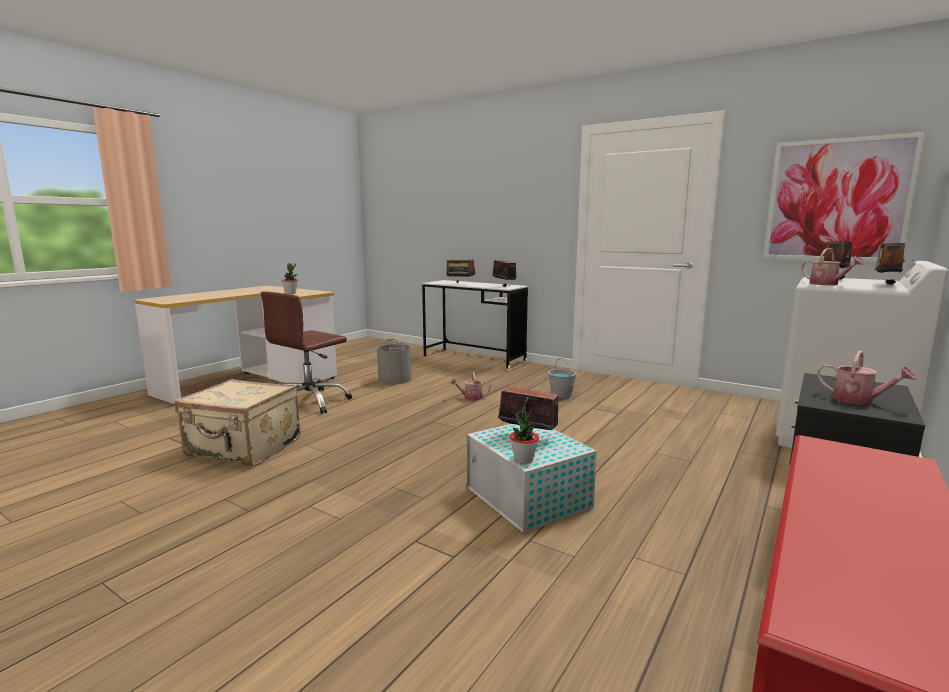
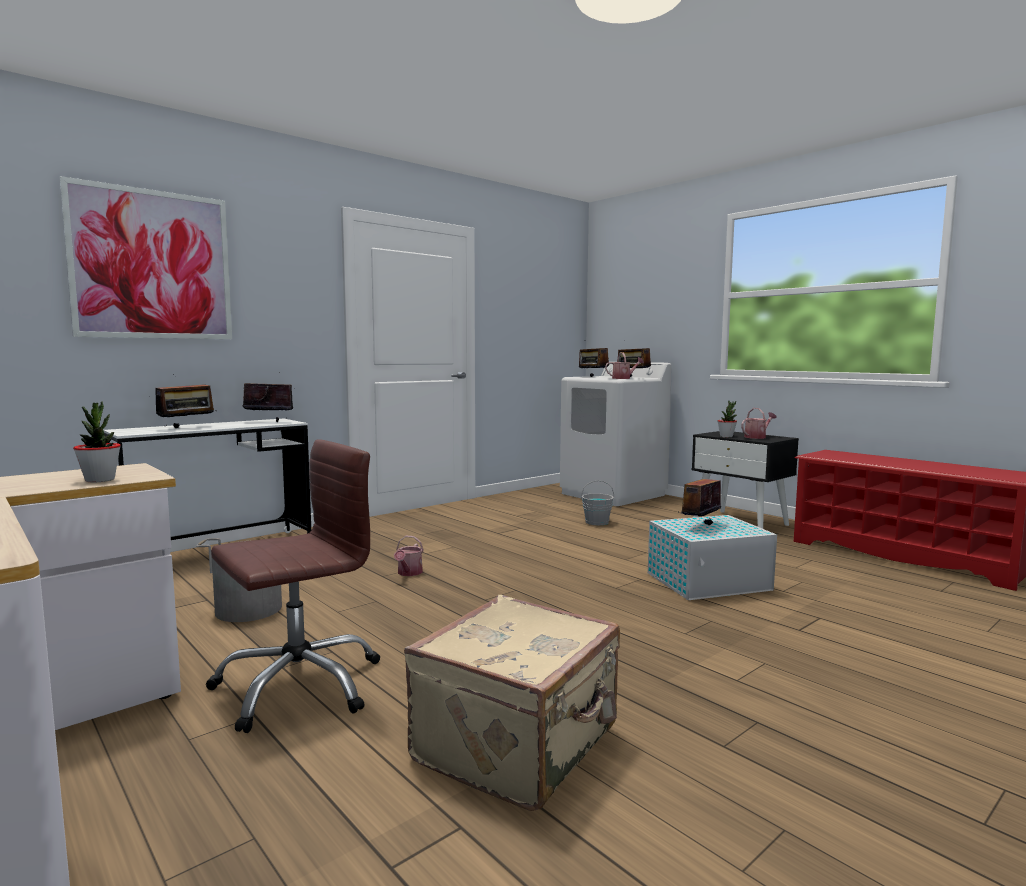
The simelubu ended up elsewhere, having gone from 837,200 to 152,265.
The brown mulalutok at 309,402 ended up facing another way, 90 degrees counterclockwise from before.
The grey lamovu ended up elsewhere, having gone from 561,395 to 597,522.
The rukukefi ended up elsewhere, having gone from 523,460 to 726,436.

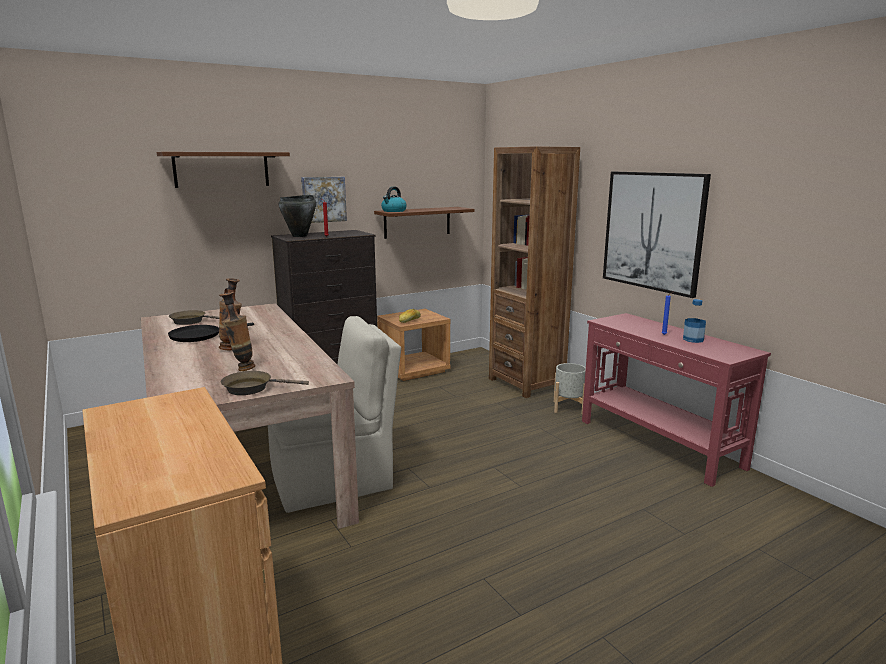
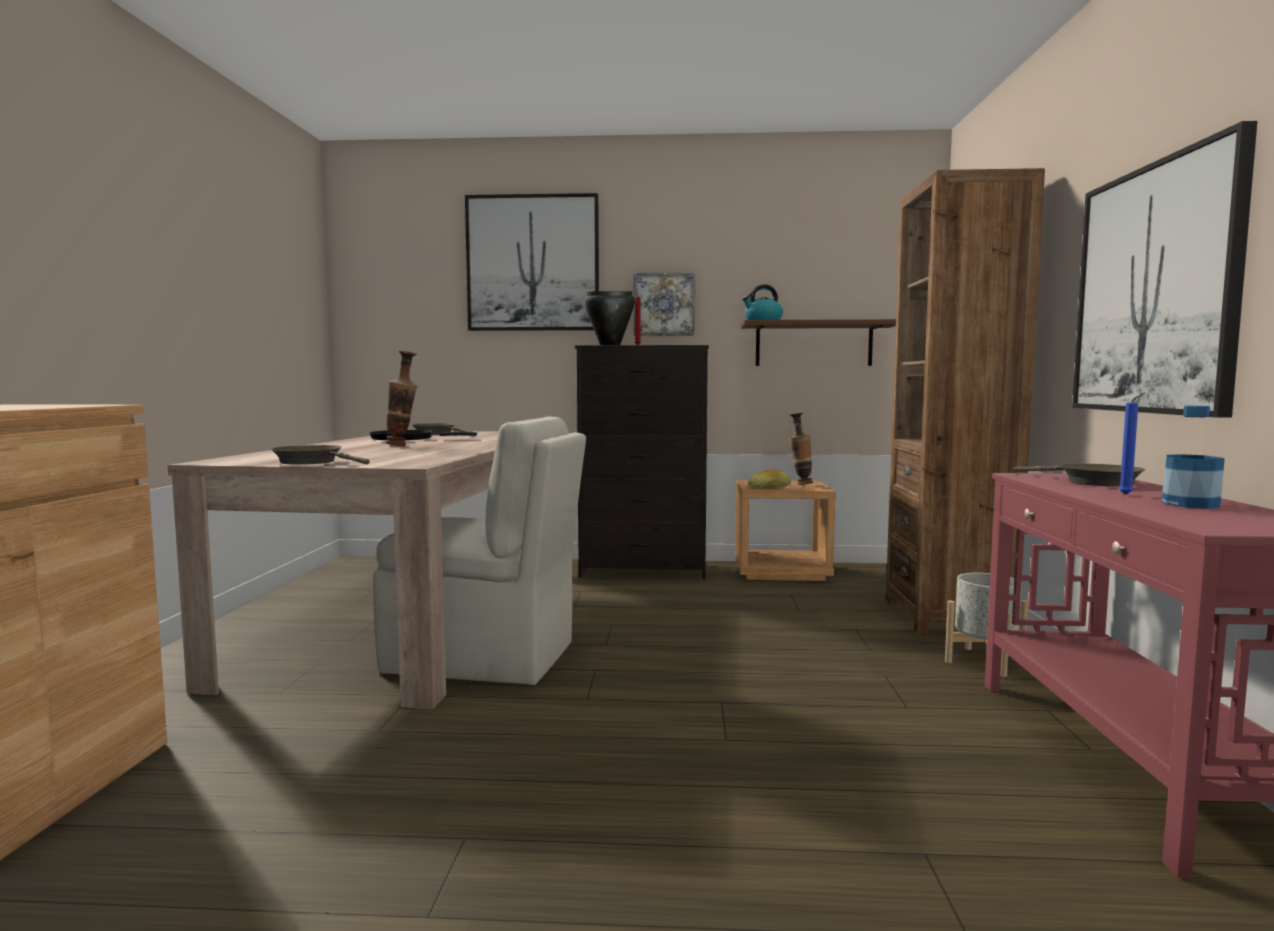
Where the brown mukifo hung at 221,169, the simelubu came to hang at 533,263.
The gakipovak ended up elsewhere, having gone from 241,369 to 800,484.
The second view gained the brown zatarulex at 1092,482.

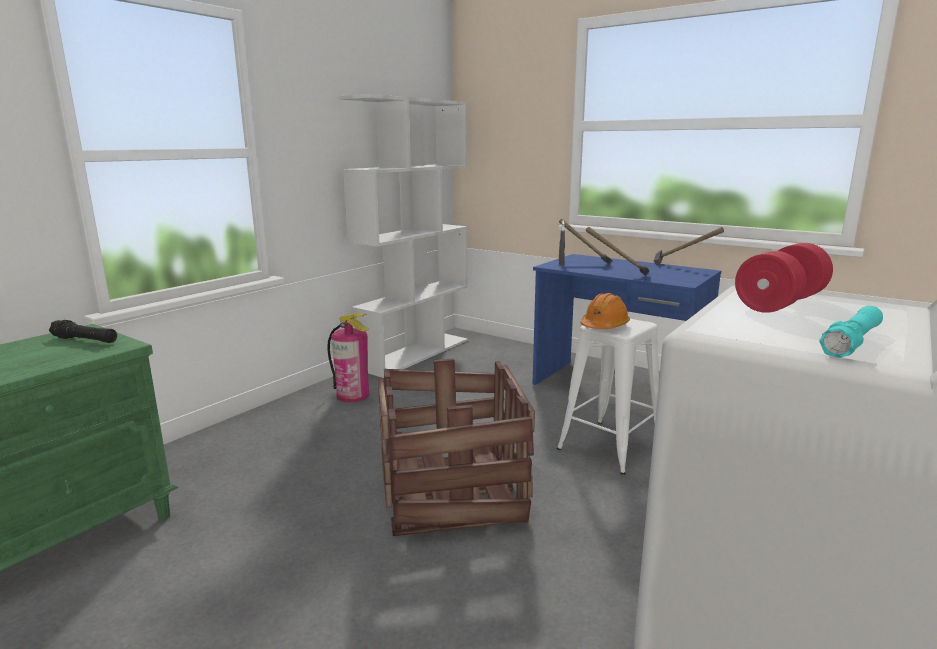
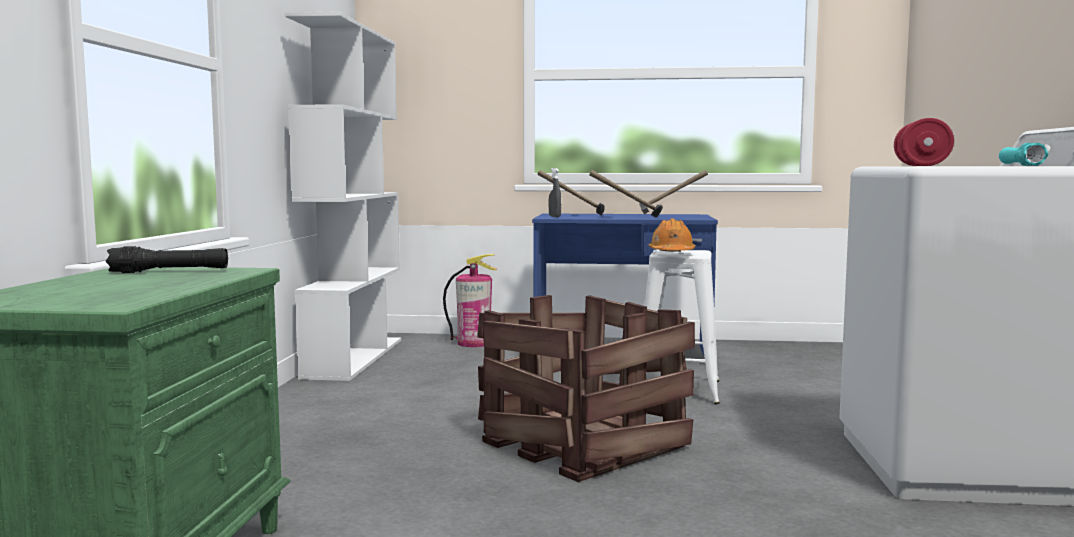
The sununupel ended up elsewhere, having gone from 353,395 to 474,343.

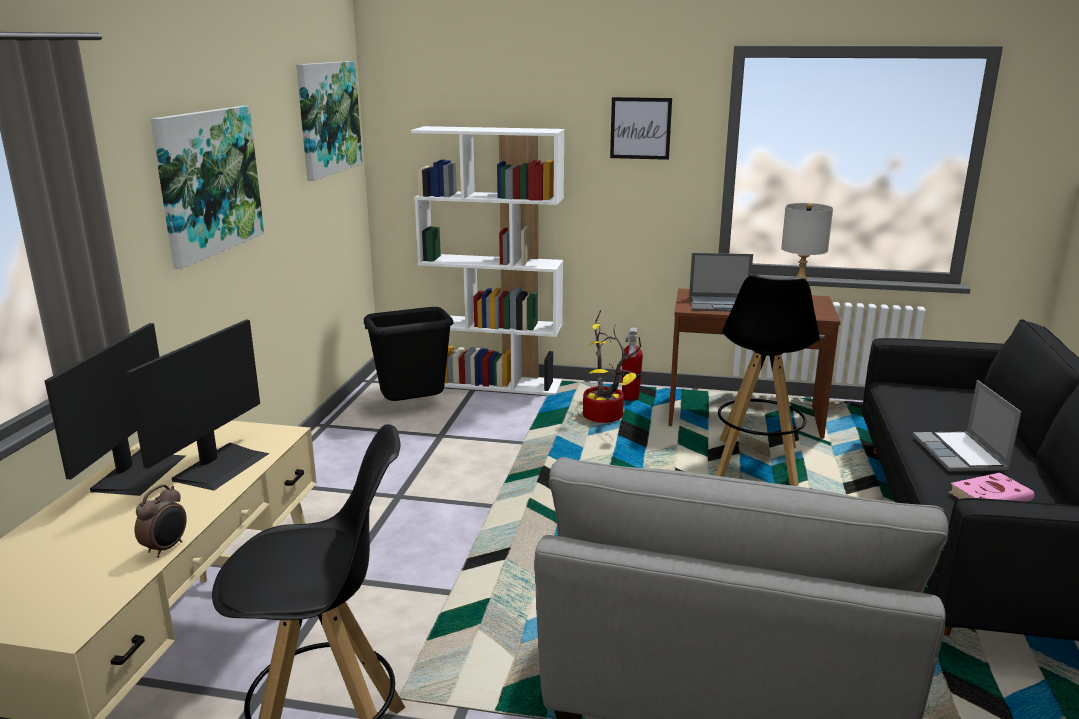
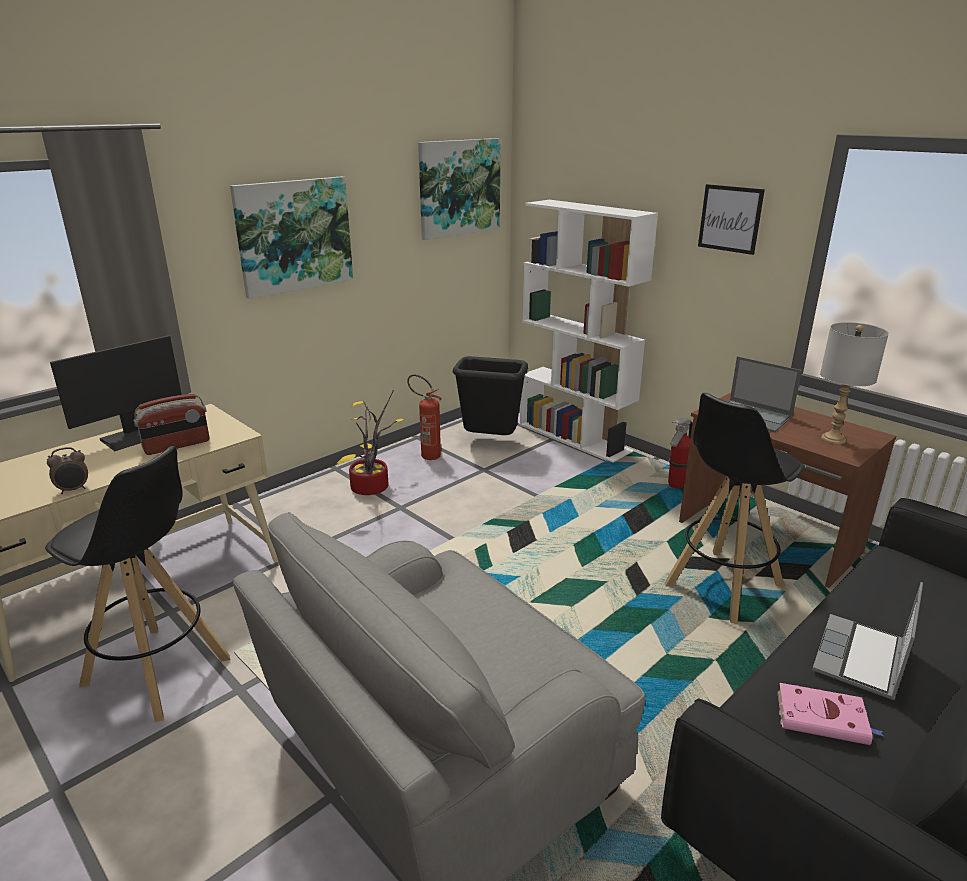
The rukukefi ended up elsewhere, having gone from 606,417 to 371,489.
Where the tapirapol stood at 220,466, the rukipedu came to stand at 177,446.
The second view gained the sununupel at 426,455.

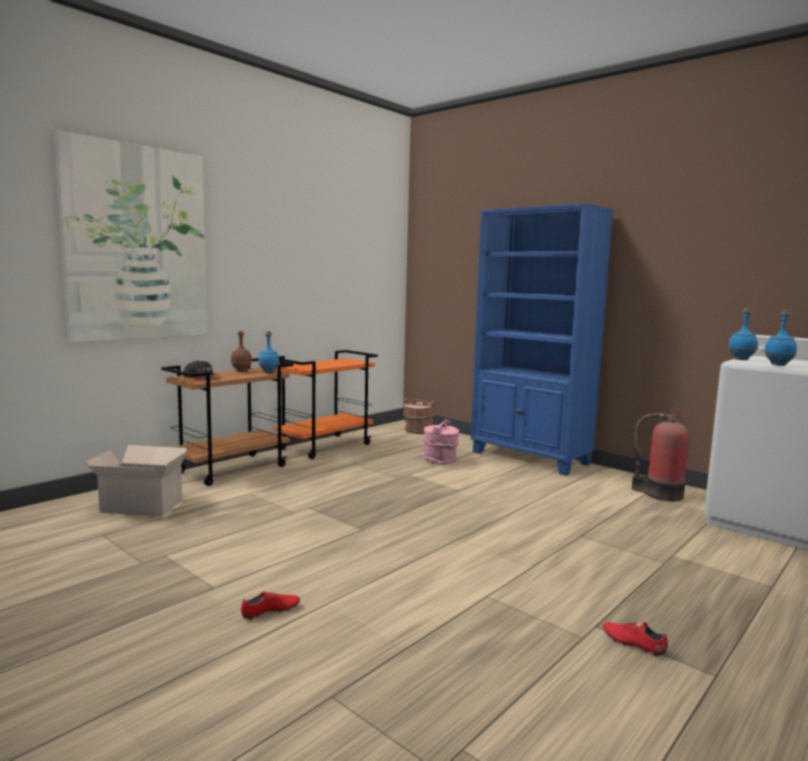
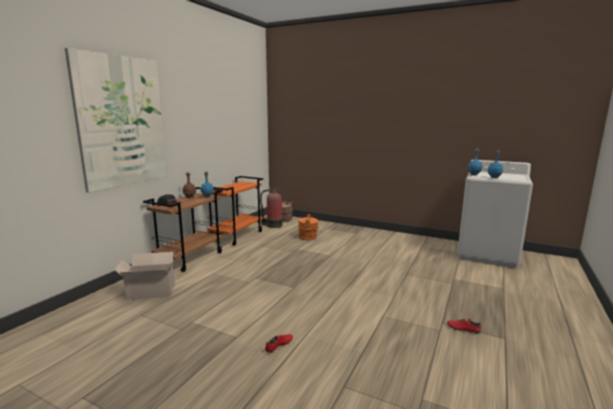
The second view lost the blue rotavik at 530,458.
The sununupel ended up elsewhere, having gone from 660,494 to 273,225.
What was the pink lamovu at 440,460 turned into the orange lamovu at 308,237.

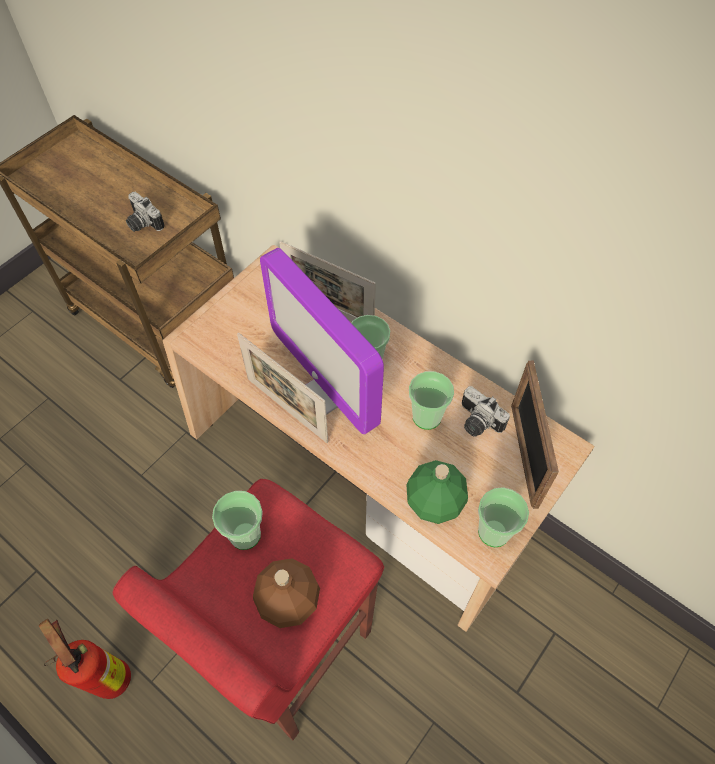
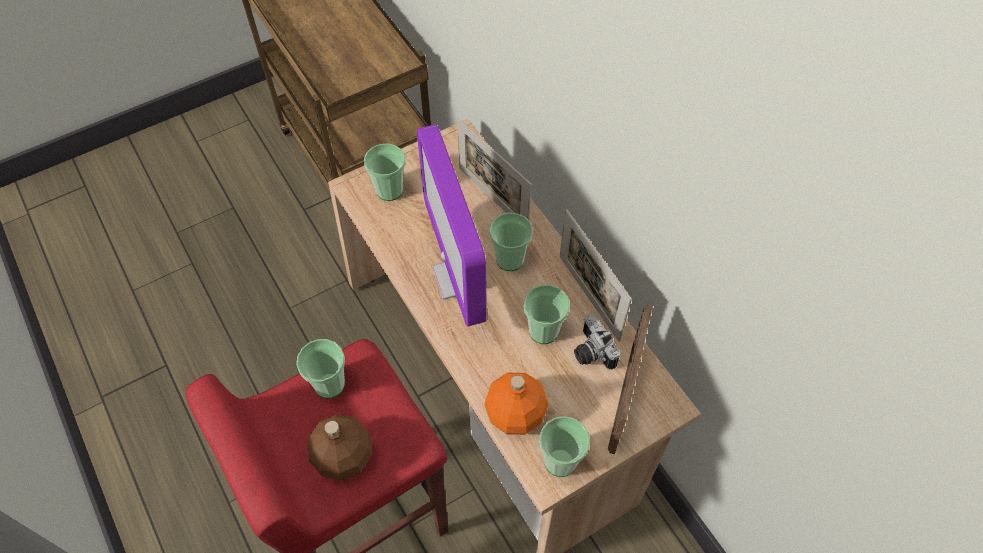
The second view lost the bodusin at 142,223.
The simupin ended up elsewhere, having gone from 287,410 to 589,297.
What was the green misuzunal at 434,502 turned into the orange misuzunal at 514,414.
The second view lost the sununupel at 110,674.
The second view gained the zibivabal at 389,190.

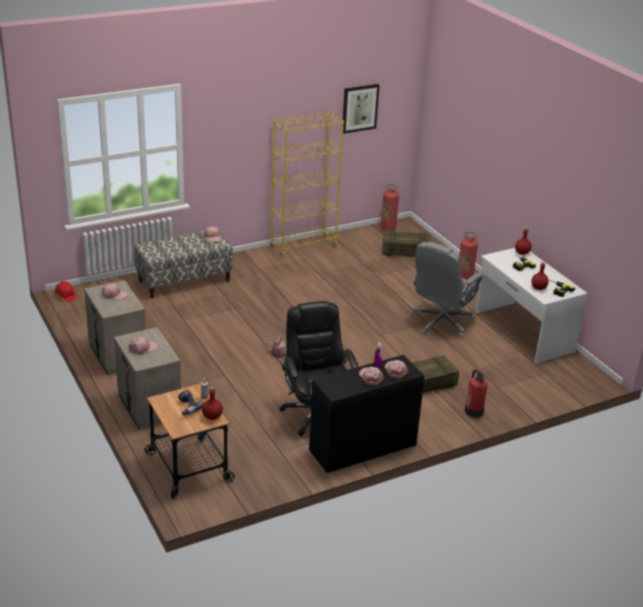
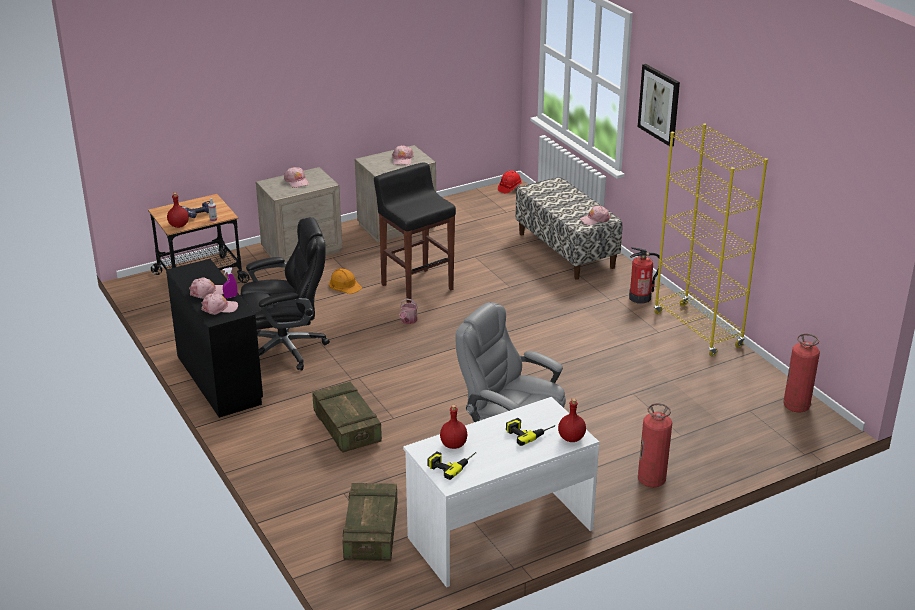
The simelubu ended up elsewhere, having gone from 359,108 to 659,104.
The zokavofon ended up elsewhere, having gone from 406,252 to 371,534.
The sununupel ended up elsewhere, having gone from 474,411 to 640,297.
The second view gained the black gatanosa at 416,286.
The second view gained the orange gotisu at 345,285.

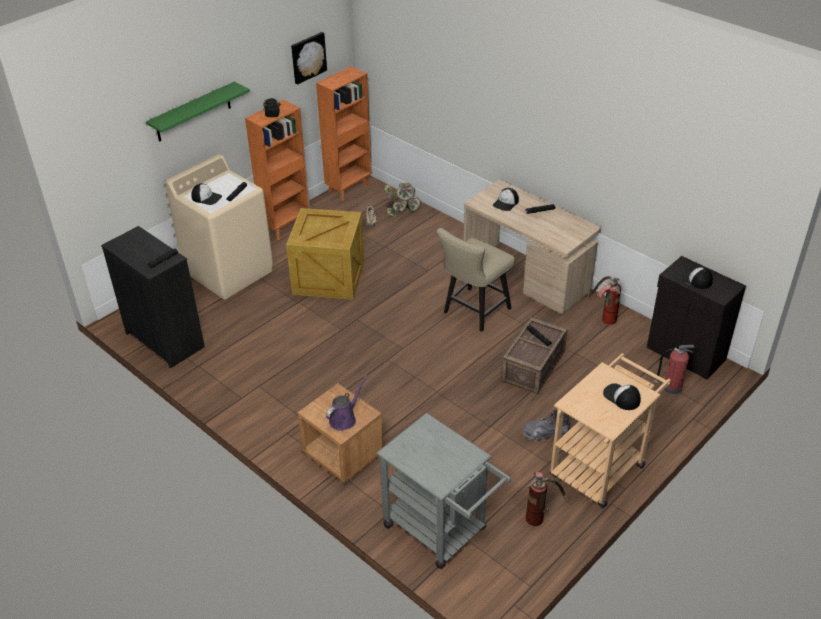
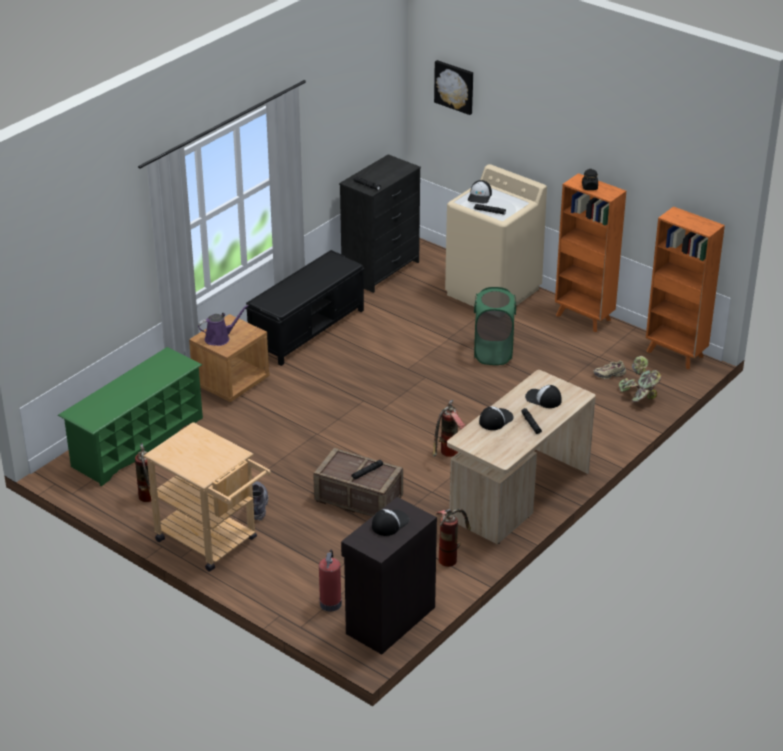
The simelubu ended up elsewhere, having gone from 308,57 to 455,86.
The second view lost the green mukifo at 193,112.
Where the zokavofon stood at 327,278, the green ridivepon came to stand at 493,353.
Where the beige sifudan stood at 473,312, the sununupel came to stand at 447,455.
The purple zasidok at 344,419 ended up facing another way, 60 degrees counterclockwise from before.
The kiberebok ended up elsewhere, having gone from 621,397 to 495,419.
Where the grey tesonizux stood at 441,531, the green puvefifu came to stand at 137,442.
The second view gained the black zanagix at 308,329.

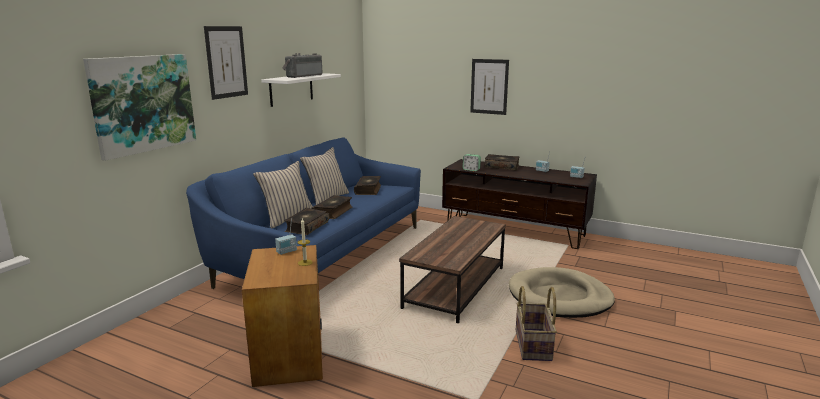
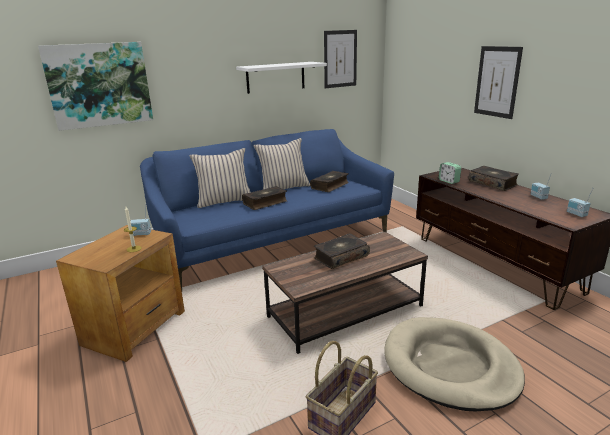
The simelubu ended up elsewhere, having gone from 226,62 to 340,59.
The second view lost the rukipedu at 303,76.
The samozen ended up elsewhere, having gone from 306,227 to 340,257.

